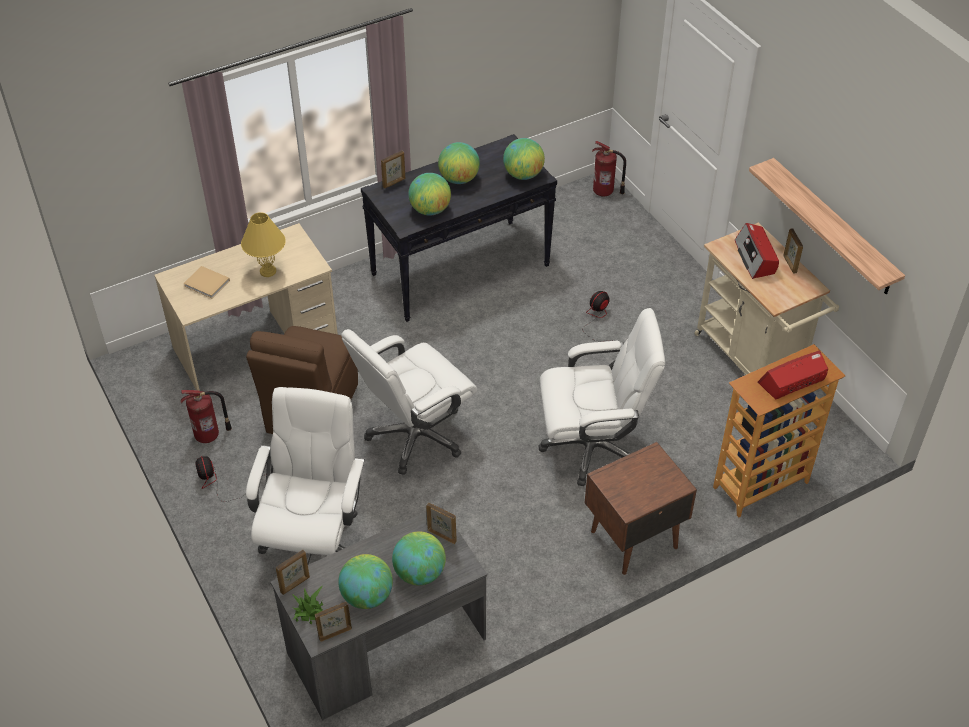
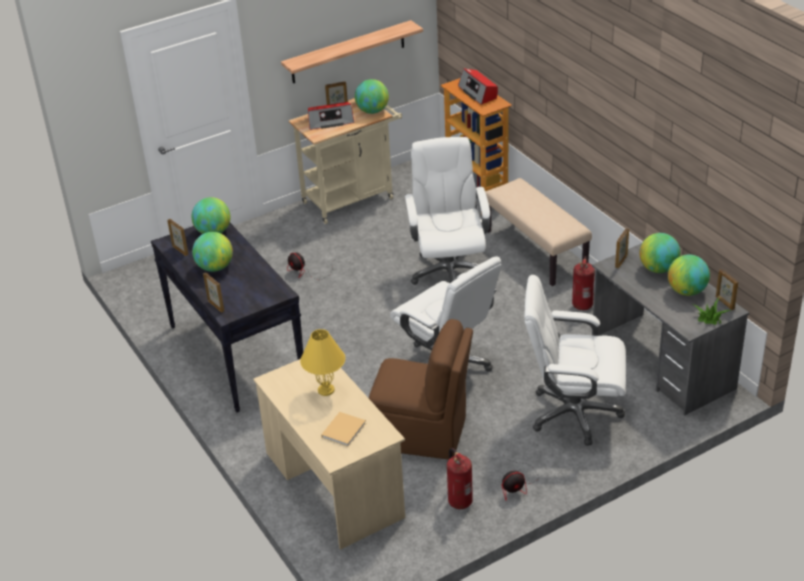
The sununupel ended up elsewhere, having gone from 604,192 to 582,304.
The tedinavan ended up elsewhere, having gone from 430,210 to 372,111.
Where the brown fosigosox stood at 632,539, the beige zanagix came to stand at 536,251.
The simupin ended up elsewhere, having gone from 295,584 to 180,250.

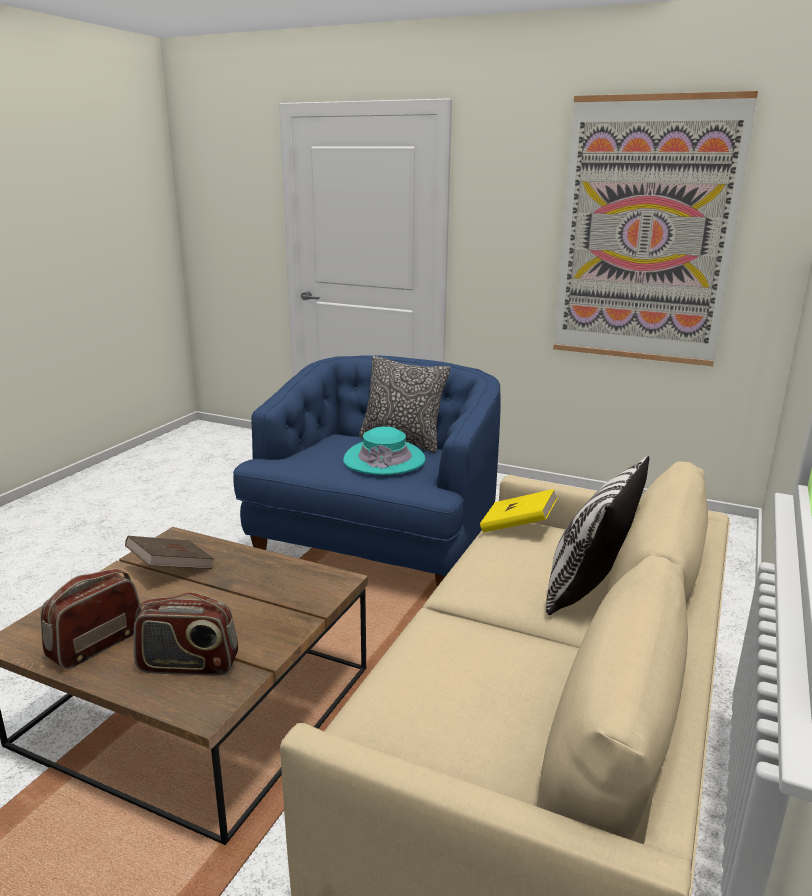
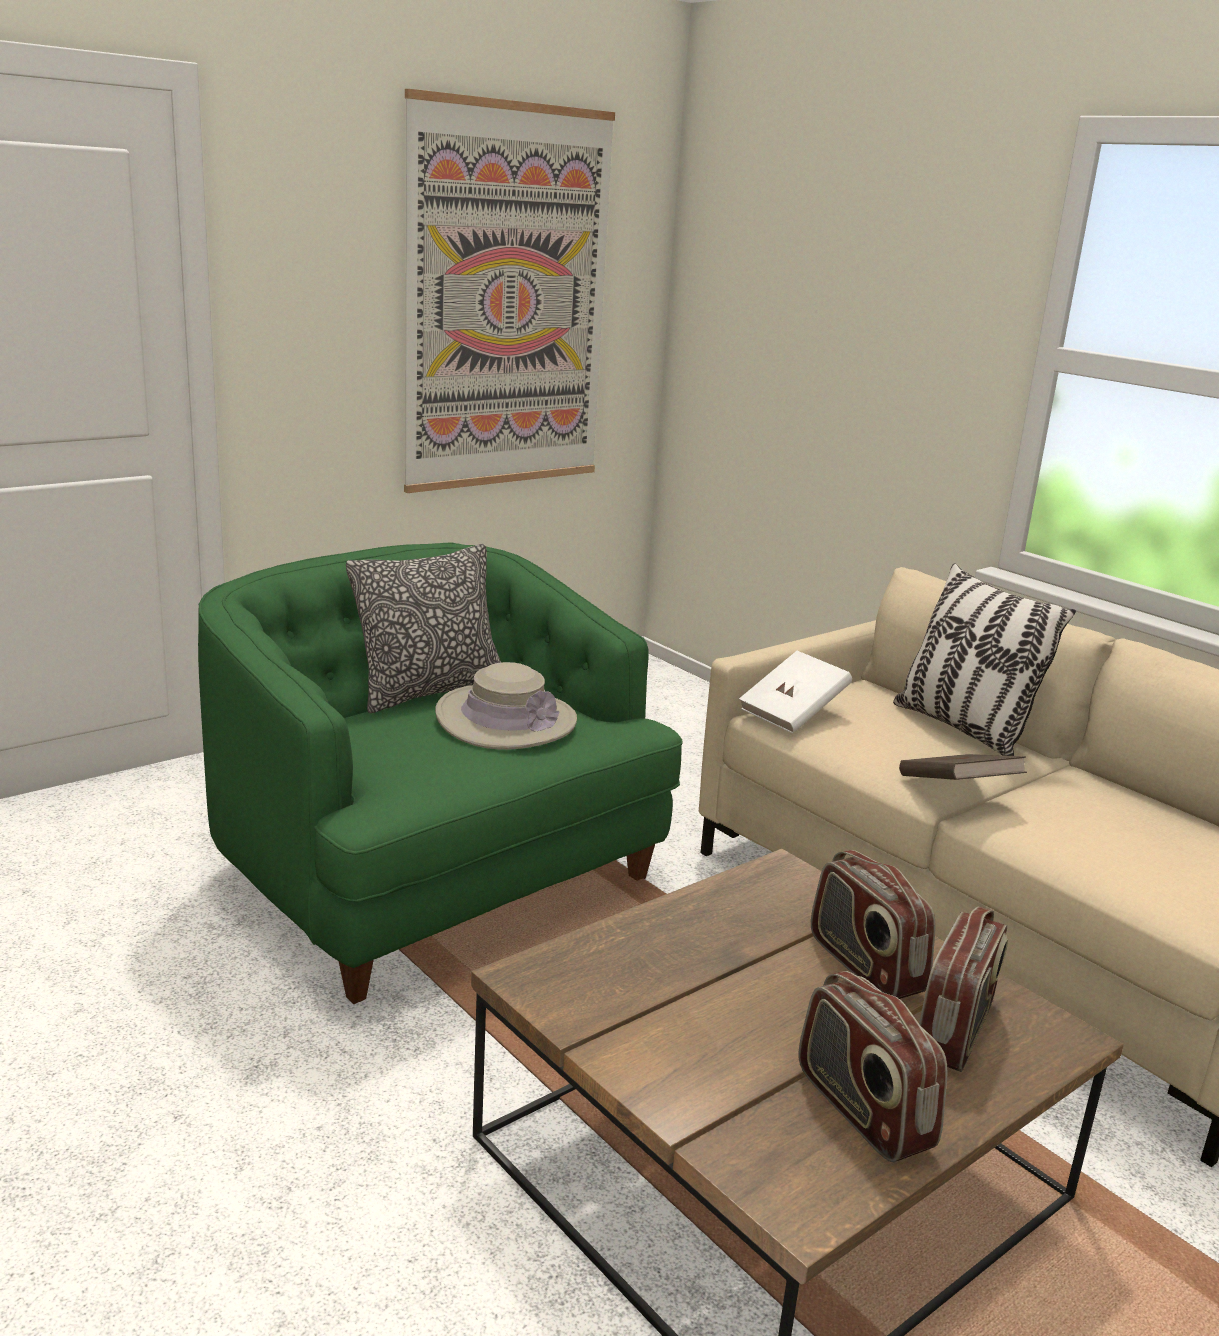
What was the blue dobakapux at 376,541 turned into the green dobakapux at 433,878.
What was the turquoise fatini at 384,460 turned into the beige fatini at 506,720.
What was the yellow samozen at 517,527 turned into the white samozen at 793,713.
The brown samozen ended up elsewhere, having gone from 171,568 to 956,791.
The second view gained the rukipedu at 864,965.

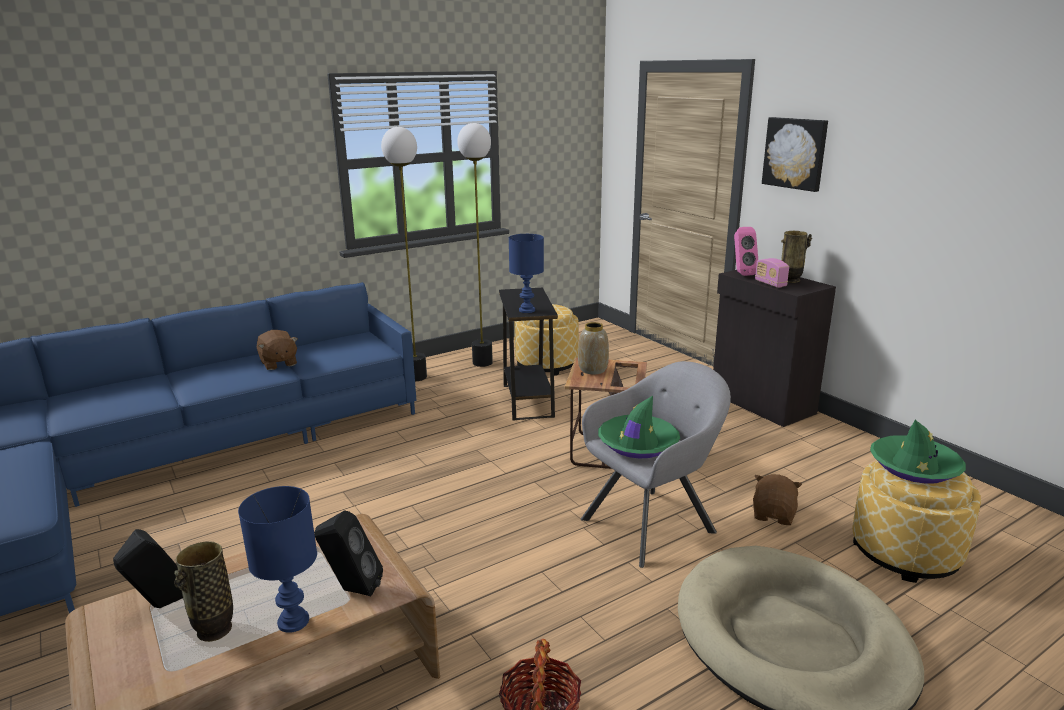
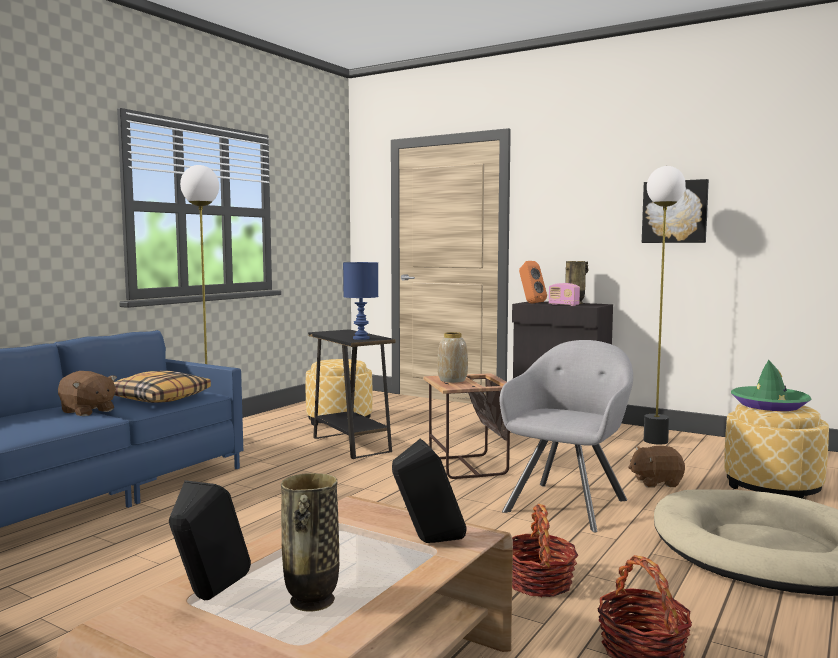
The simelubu ended up elsewhere, having gone from 795,153 to 675,212.
The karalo ended up elsewhere, having gone from 483,363 to 656,441.
What was the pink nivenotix at 741,274 turned into the orange nivenotix at 530,303.
The second view lost the green fatini at 638,444.
The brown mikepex at 774,515 ended up facing another way, 90 degrees counterclockwise from before.
The second view lost the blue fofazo at 294,622.
The second view gained the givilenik at 158,398.
The second view gained the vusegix at 538,582.

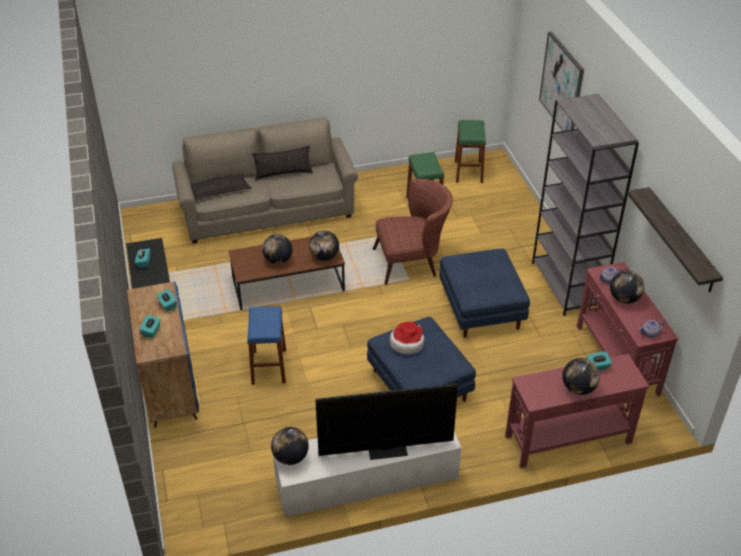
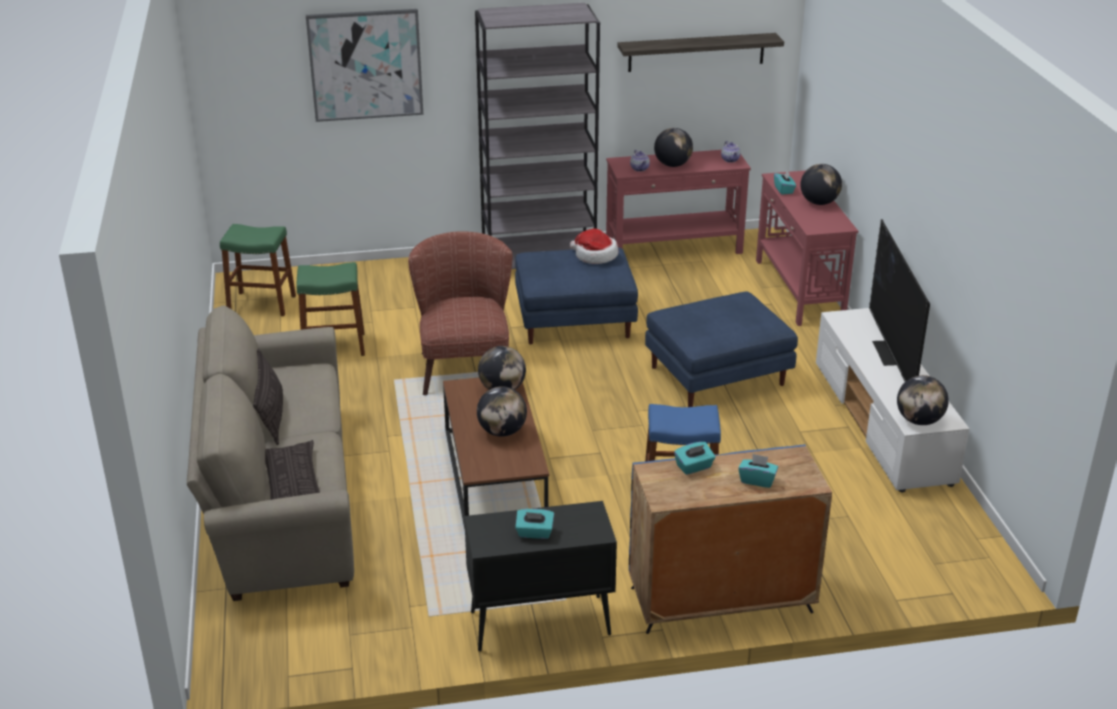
The fatini ended up elsewhere, having gone from 407,343 to 595,256.

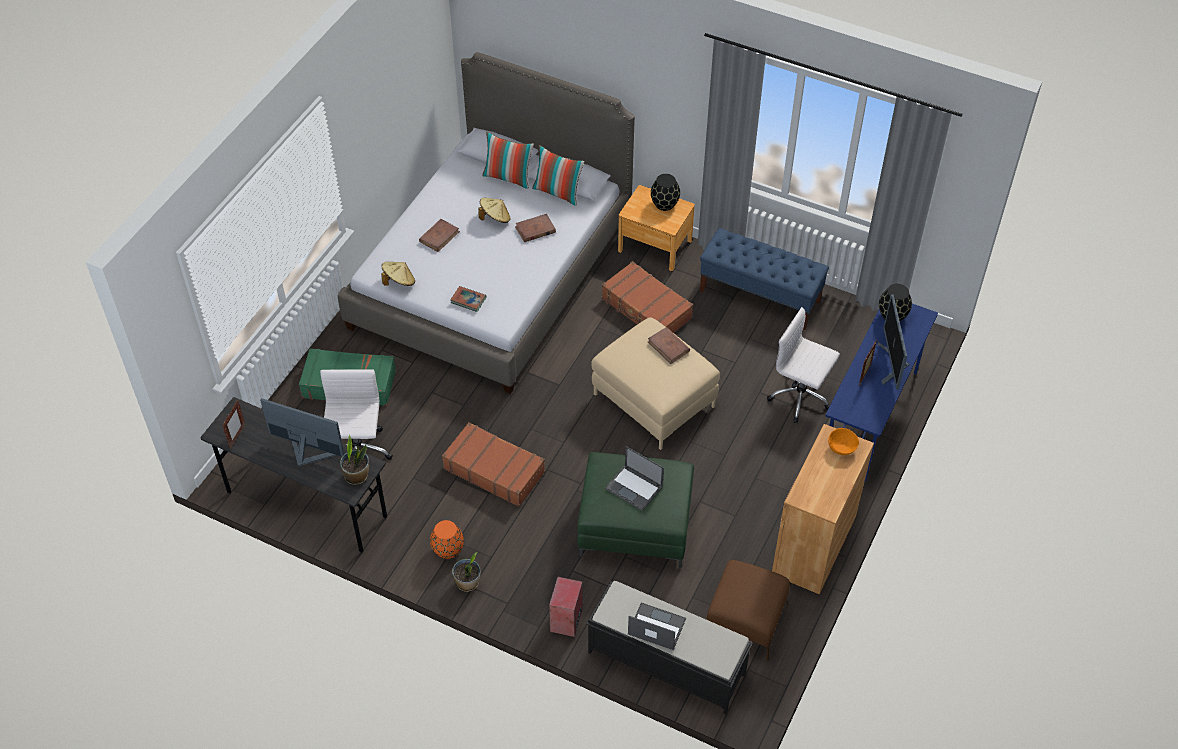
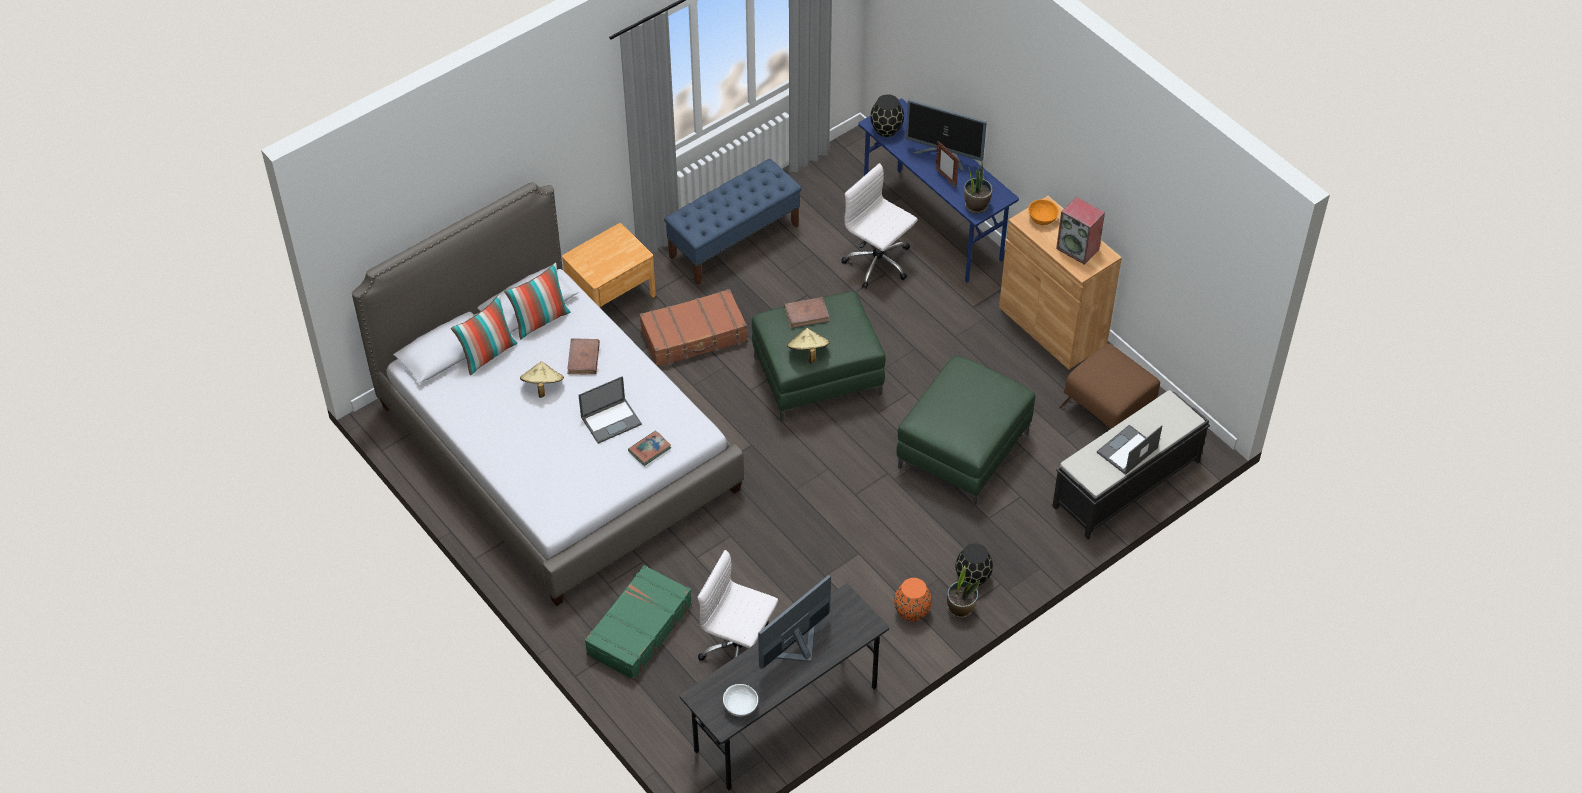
The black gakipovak ended up elsewhere, having gone from 664,204 to 973,578.
The second view lost the brown samozen at 439,236.
The beige fatini ended up elsewhere, having gone from 399,281 to 807,353.
The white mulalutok at 801,397 ended up facing another way, 75 degrees clockwise from before.
What was the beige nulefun at 654,400 turned into the green nulefun at 817,376.
Where the simupin stood at 237,437, the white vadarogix came to stand at 740,706.
The second view lost the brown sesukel at 494,470.
The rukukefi ended up elsewhere, having gone from 357,476 to 976,205.
The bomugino ended up elsewhere, having gone from 634,488 to 611,420.
The nivenotix ended up elsewhere, having gone from 566,620 to 1078,249.

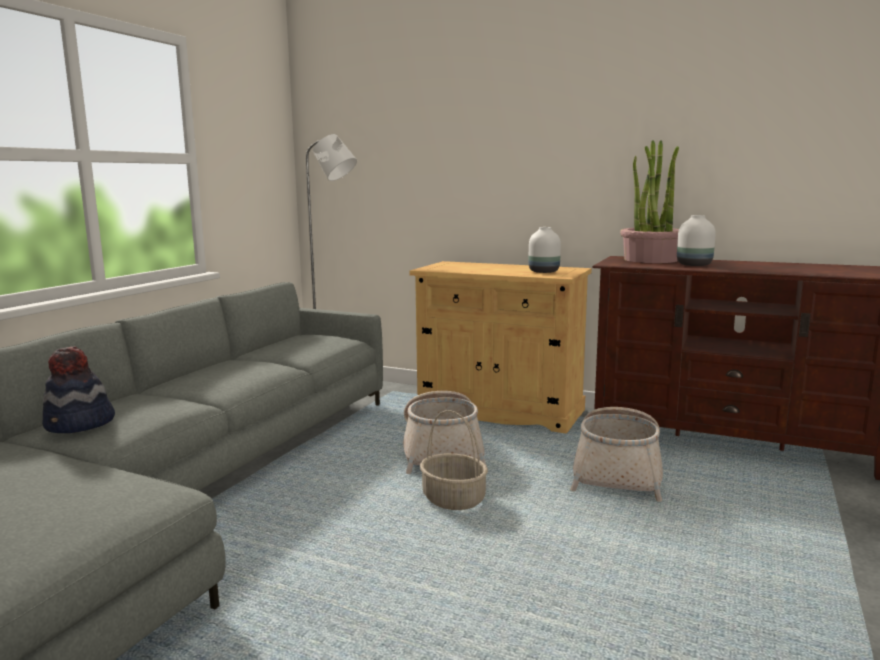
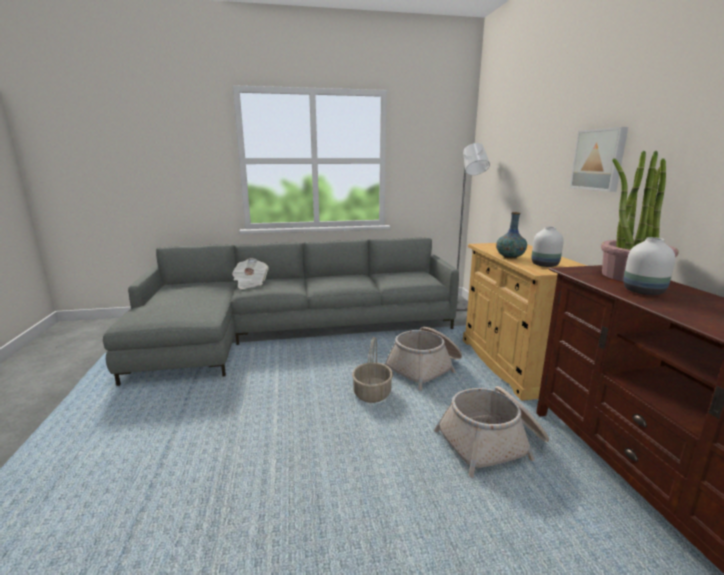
Where the fatini stood at 79,424, the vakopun came to stand at 250,283.
The second view gained the simelubu at 599,159.
The second view gained the gakipovak at 510,257.

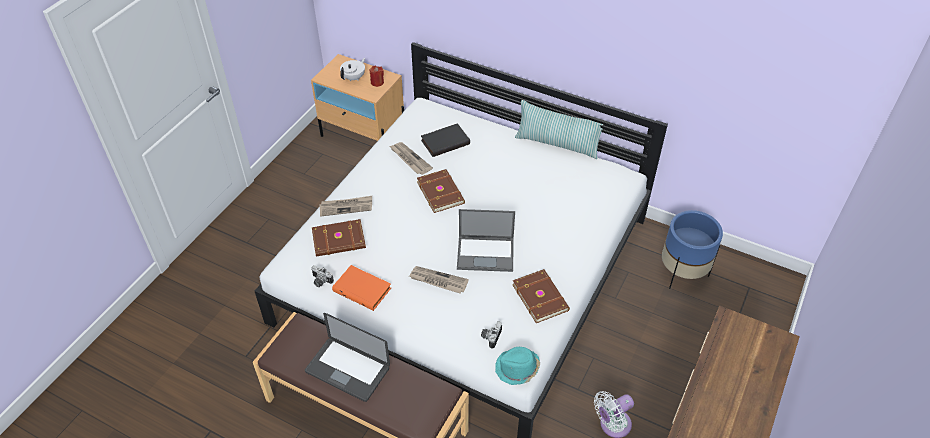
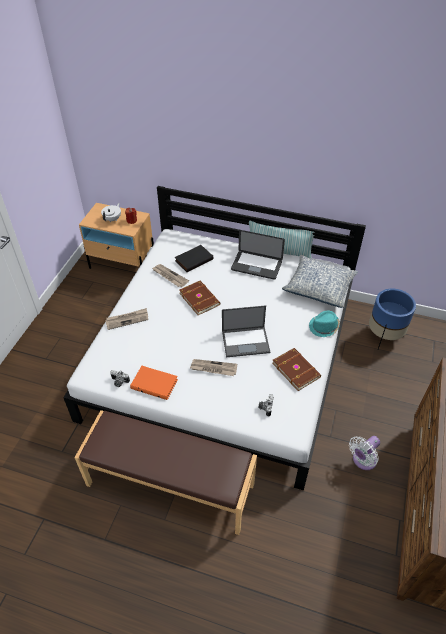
The second view lost the brown samozen at 339,240.
The bomugino ended up elsewhere, having gone from 347,370 to 256,266.
The turquoise fatini ended up elsewhere, having gone from 517,369 to 324,327.
The second view gained the givilenik at 319,287.

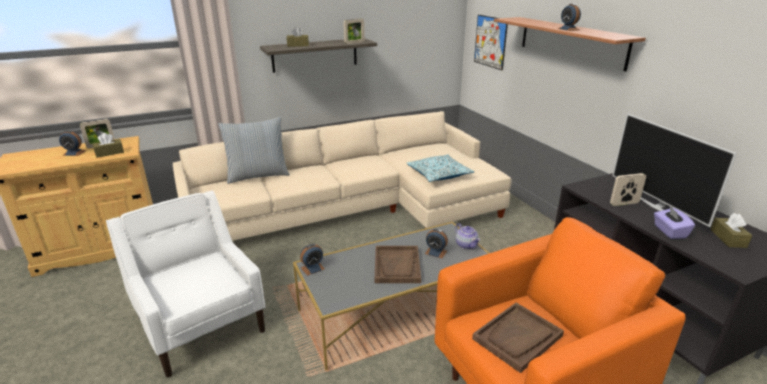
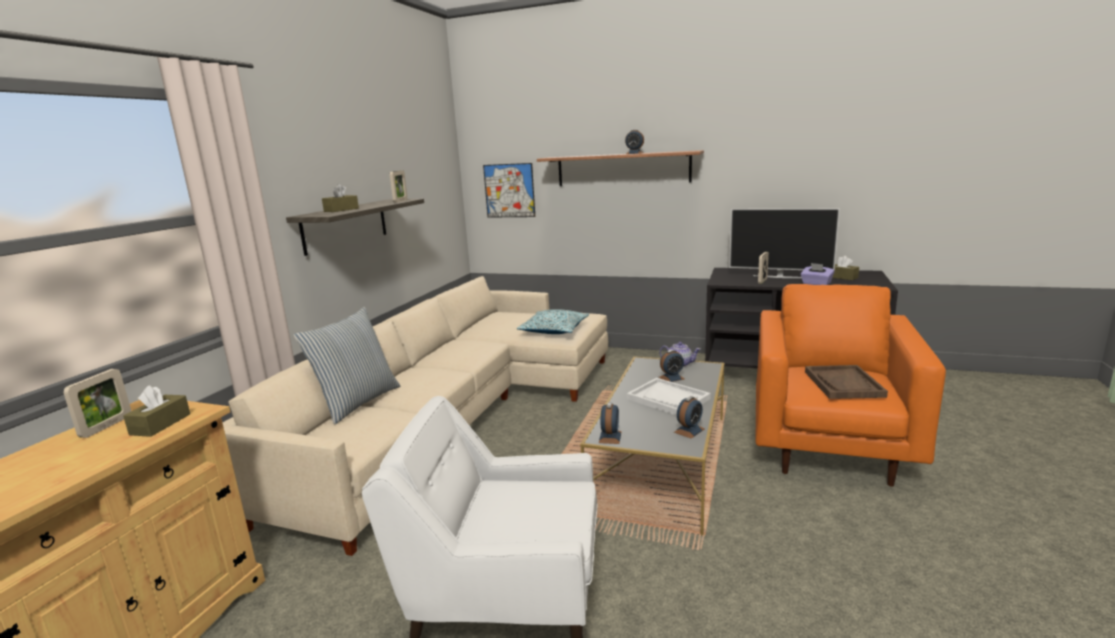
The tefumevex ended up elsewhere, having gone from 74,153 to 689,430.
What was the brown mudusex at 397,265 turned into the white mudusex at 668,399.

